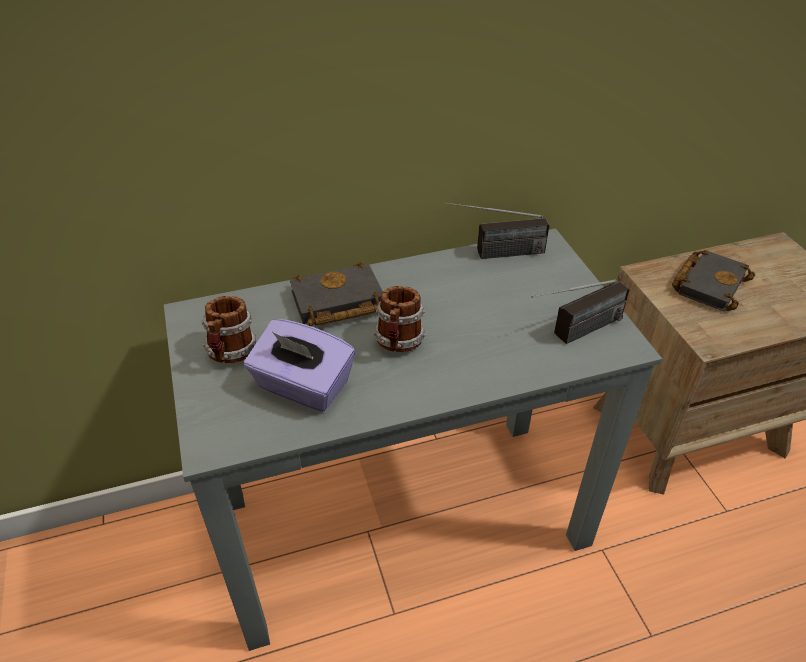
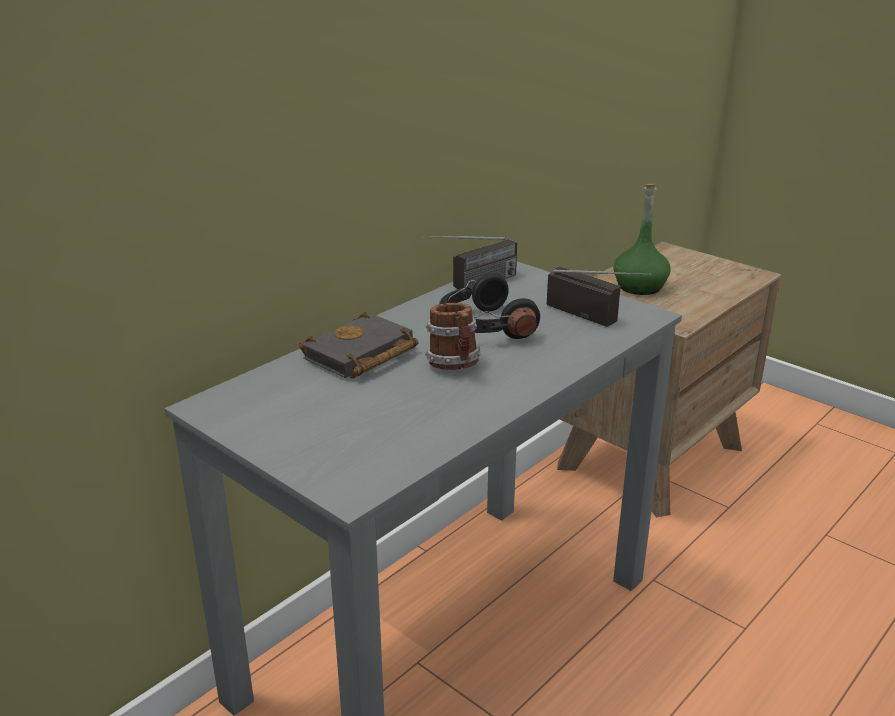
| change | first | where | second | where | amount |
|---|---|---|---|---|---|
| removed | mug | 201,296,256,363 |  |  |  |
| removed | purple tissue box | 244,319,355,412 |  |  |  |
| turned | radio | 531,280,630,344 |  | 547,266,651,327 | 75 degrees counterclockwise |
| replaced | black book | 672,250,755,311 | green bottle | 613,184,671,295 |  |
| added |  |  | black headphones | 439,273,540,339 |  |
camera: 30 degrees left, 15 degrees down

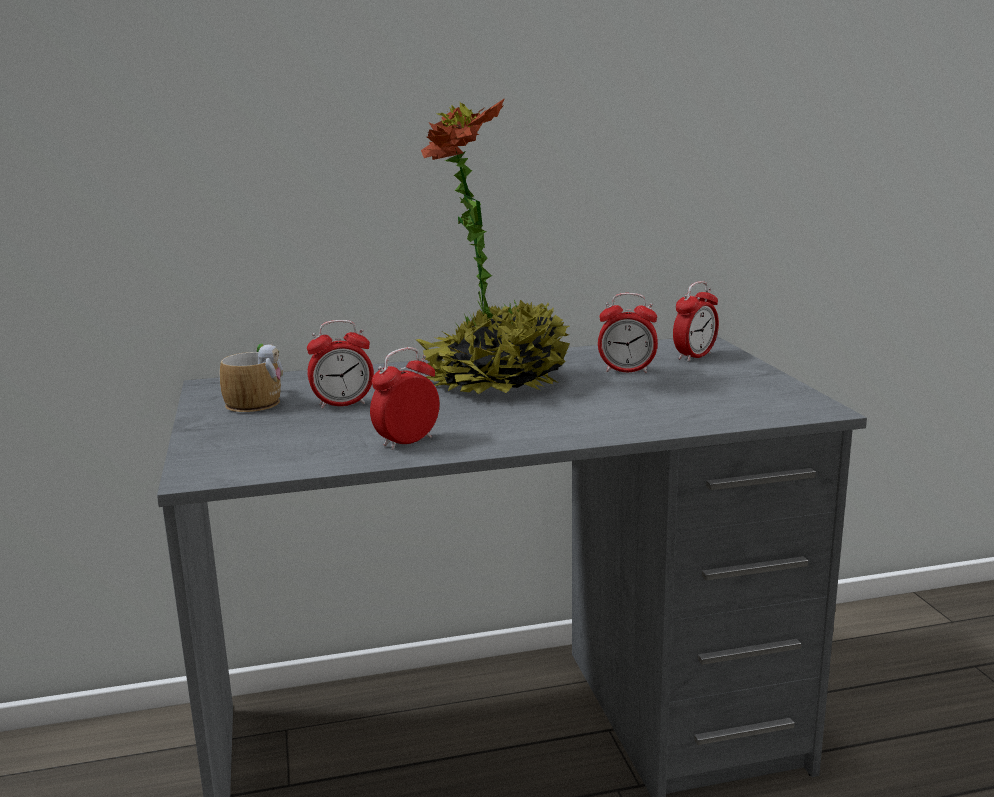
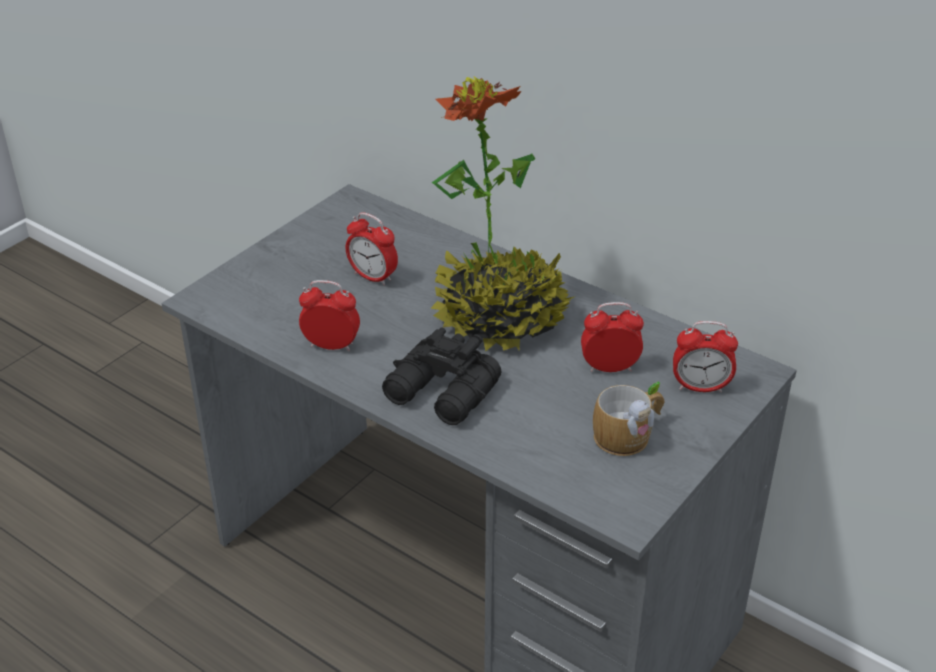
| change | first | where | second | where | amount |
|---|---|---|---|---|---|
| moved | mug | 220,342,283,412 |  | 593,382,665,456 |  |
| turned | alarm clock | 598,293,658,373 |  | 581,302,644,372 | 120 degrees clockwise |
| added |  |  | black binoculars | 382,328,501,425 |  |
camera: 50 degrees right, 20 degrees up

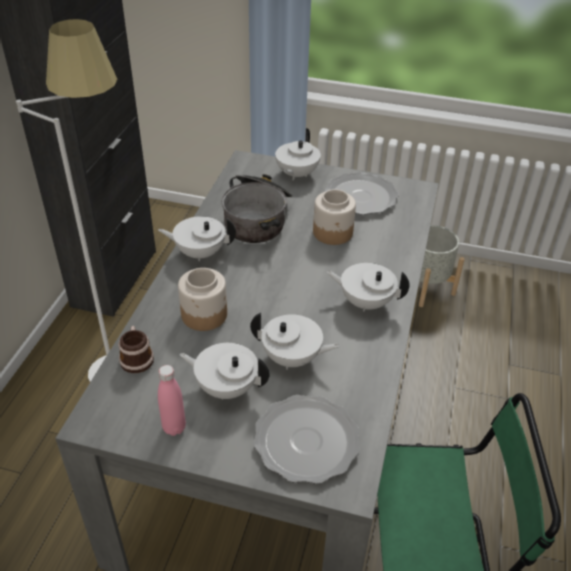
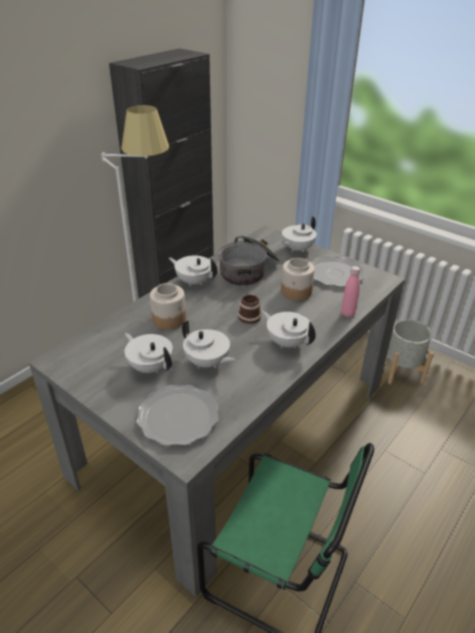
| change | first | where | second | where | amount |
|---|---|---|---|---|---|
| moved | mug | 118,326,154,373 |  | 238,294,261,324 |  |
| moved | pink bottle | 158,365,186,436 |  | 341,266,360,317 |  |
camera: 25 degrees right, 5 degrees down

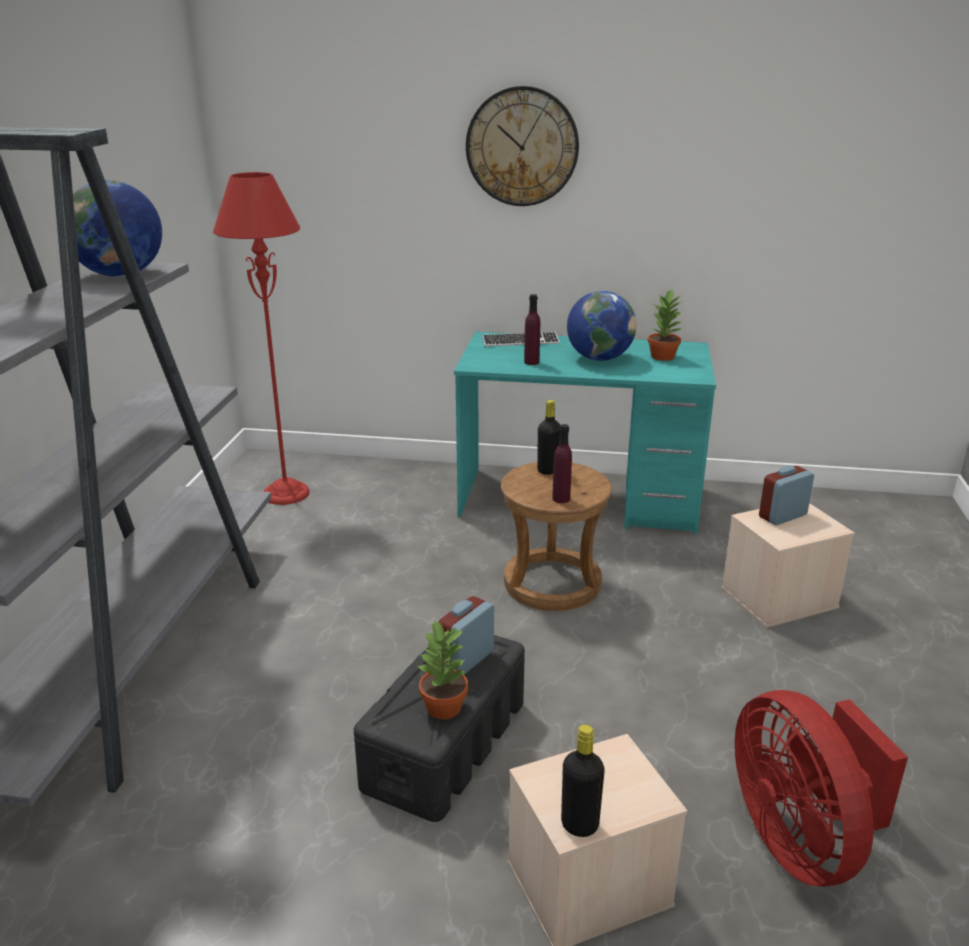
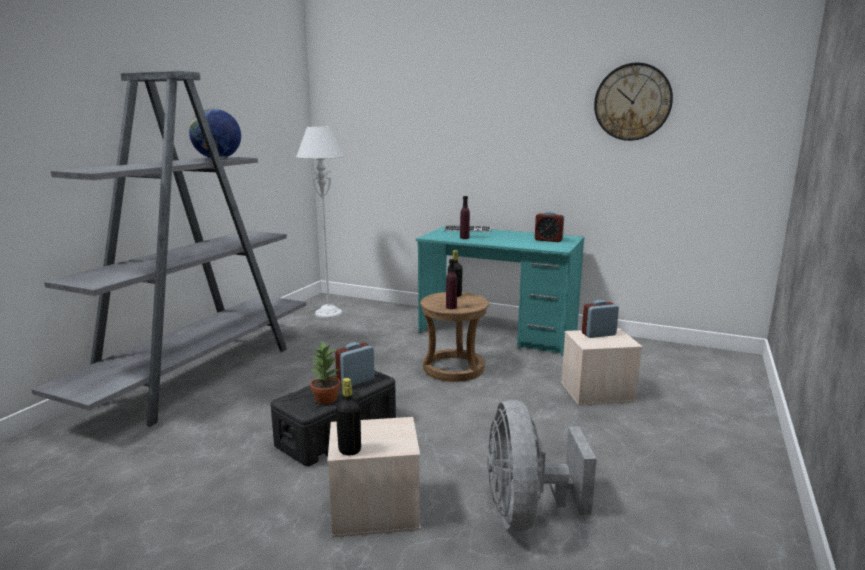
| change | first | where | second | where | amount |
|---|---|---|---|---|---|
| recoloured | red floor lamp | 213,172,310,505 | grey floor lamp | 296,127,344,318 |  |
| moved | wall clock | 466,86,579,206 |  | 594,63,673,141 |  |
| removed | globe | 567,291,636,361 |  |  |  |
| replaced | potted plant | 648,290,683,361 | alarm clock | 535,211,564,242 |  |
| recoloured | red fan | 735,690,908,886 | grey fan | 487,400,597,531 |  |
camera: 15 degrees right, 10 degrees down

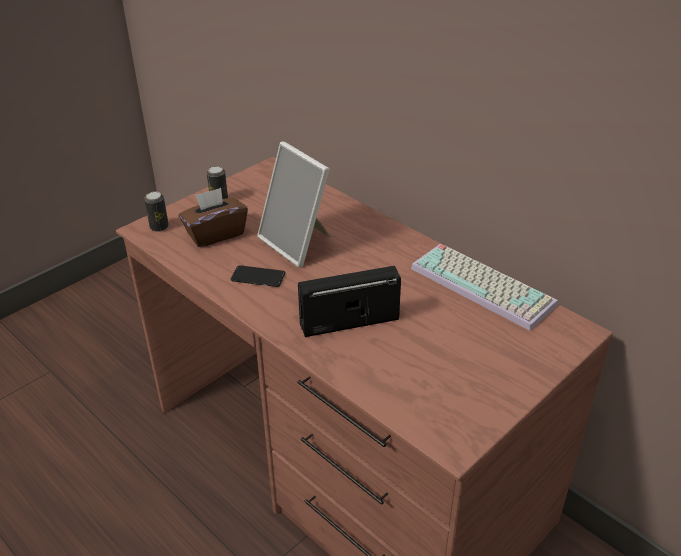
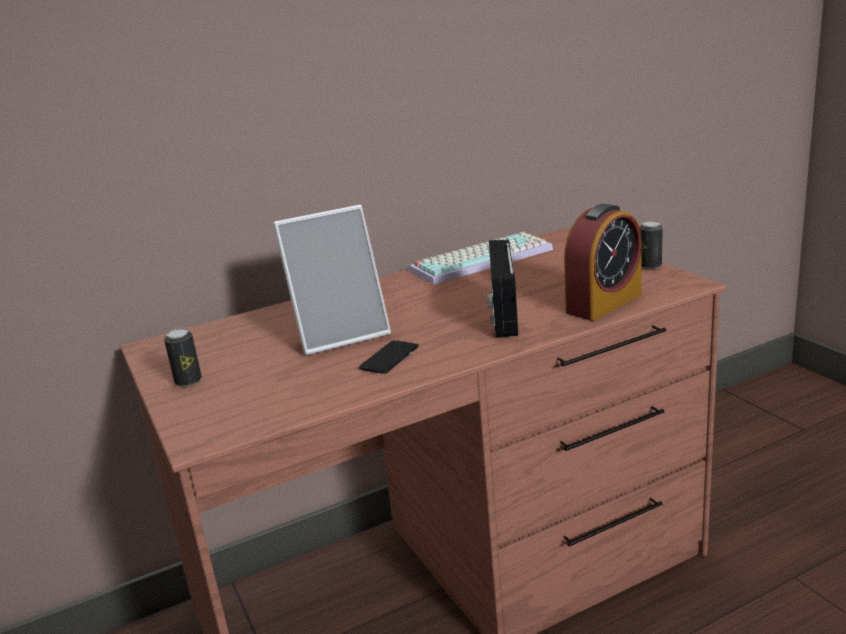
| change | first | where | second | where | amount |
|---|---|---|---|---|---|
| moved | can | 144,191,169,232 |  | 639,221,663,269 |  |
| removed | brown tissue box | 179,188,248,247 |  |  |  |
| added |  |  | alarm clock | 564,204,642,321 |  |
camera: 70 degrees left, 15 degrees down

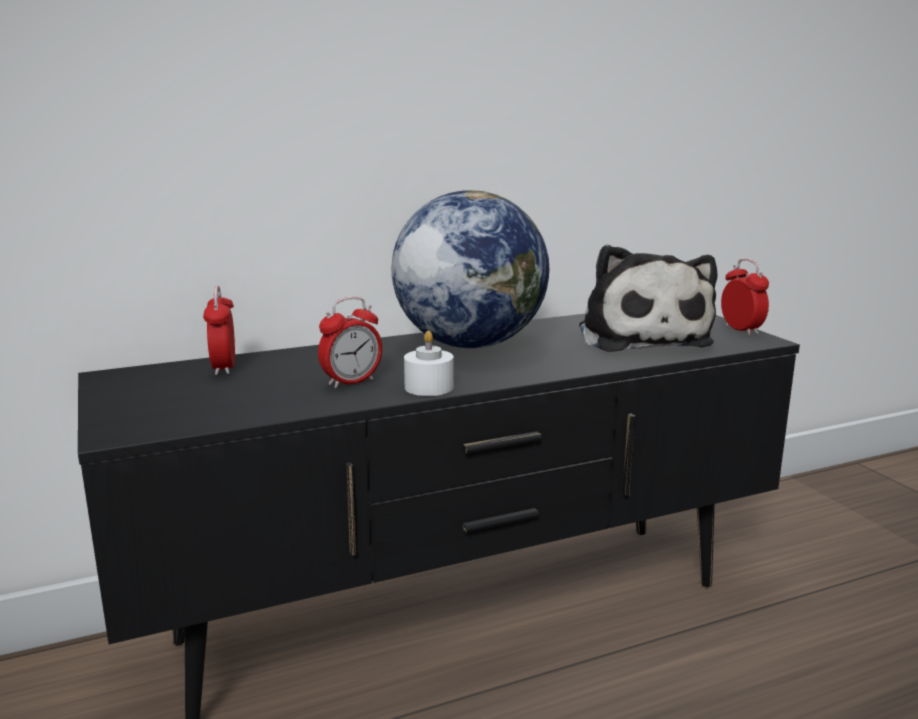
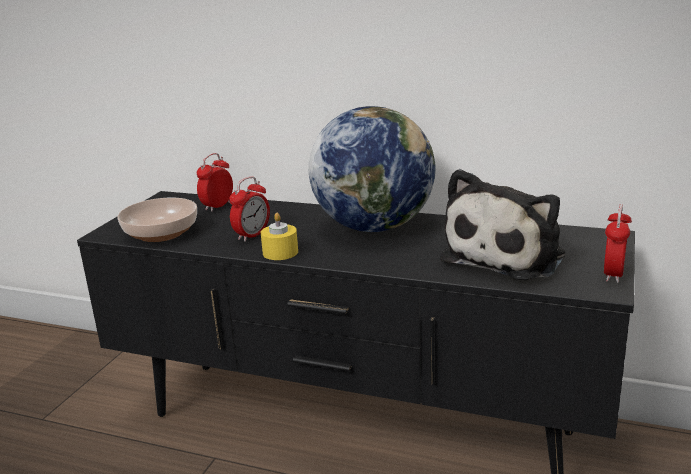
| change | first | where | second | where | amount |
|---|---|---|---|---|---|
| turned | alarm clock | 318,297,382,388 |  | 229,176,270,242 | 60 degrees counterclockwise |
| recoloured | white candle | 404,331,454,396 | yellow candle | 261,213,298,260 |  |
| added |  |  | bowl | 117,198,197,242 |  |
camera: 45 degrees right, 5 degrees up

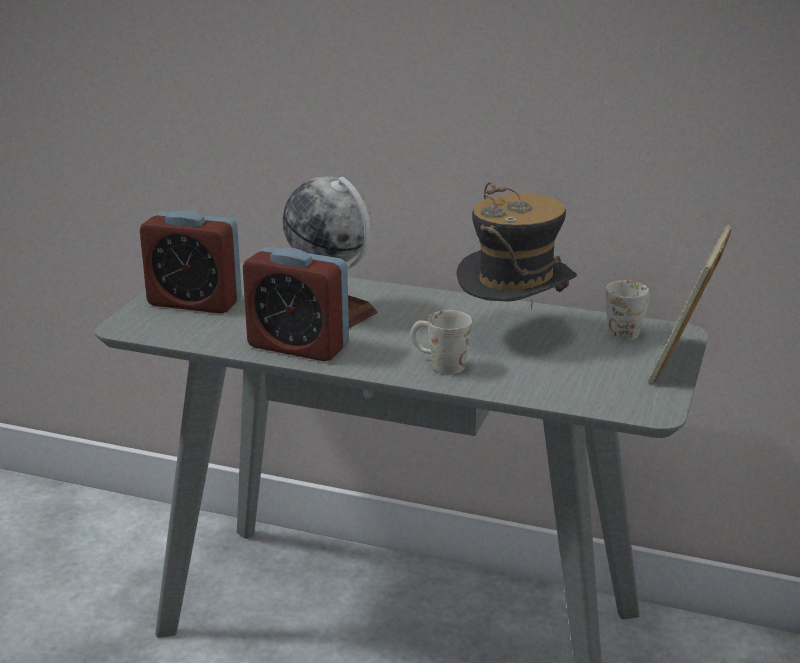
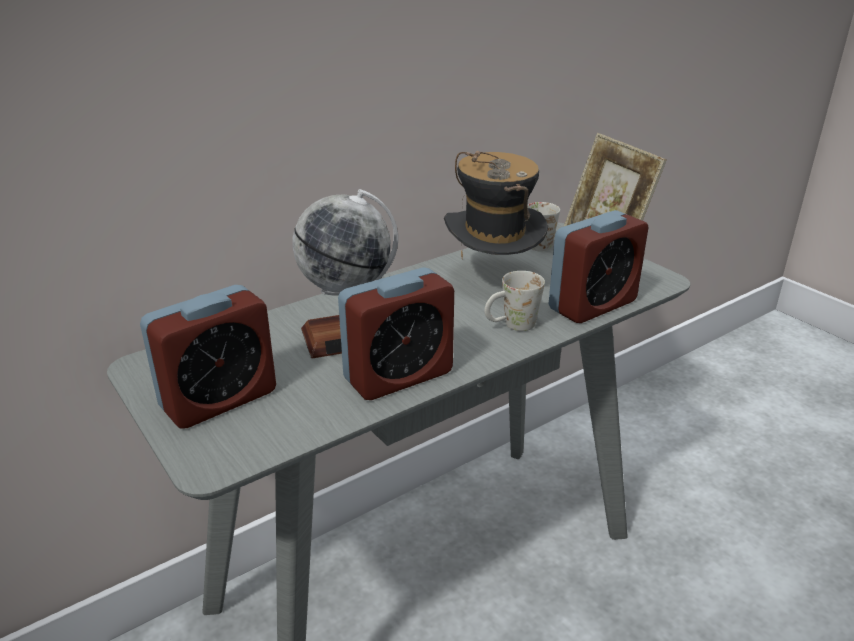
| change | first | where | second | where | amount |
|---|---|---|---|---|---|
| added |  |  | alarm clock | 549,210,649,323 |  |
camera: 55 degrees left, 5 degrees up

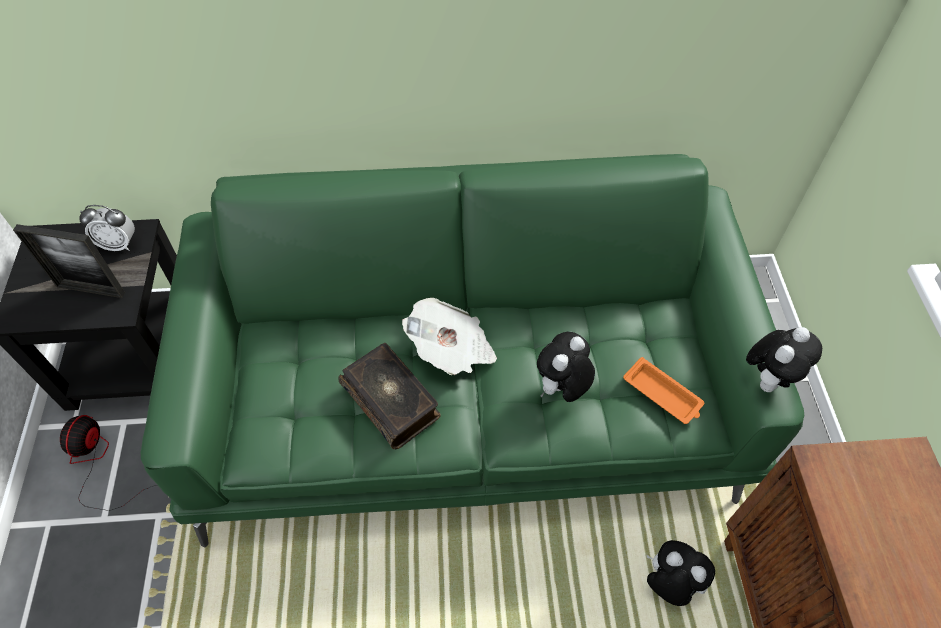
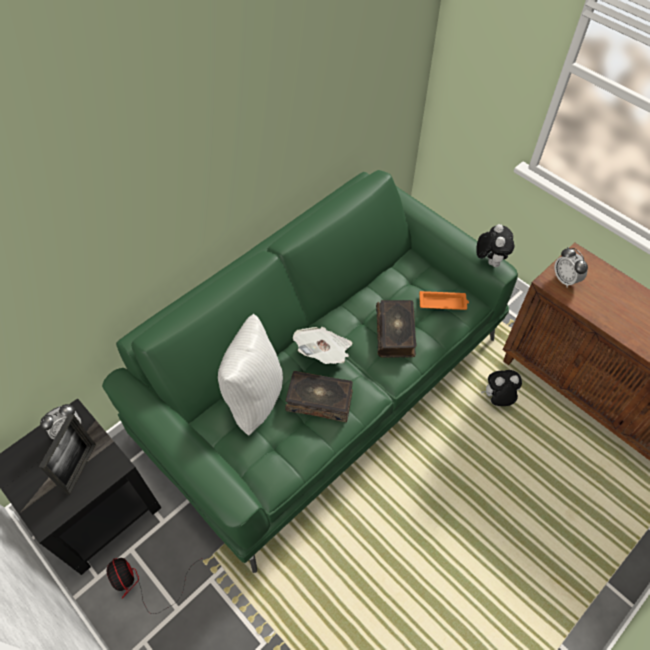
| change | first | where | second | where | amount |
|---|---|---|---|---|---|
| turned | picture frame | 13,224,125,298 |  | 39,414,96,495 | 45 degrees counterclockwise |
| replaced | plush toy | 537,332,595,402 | book | 376,300,417,358 |  |
| added |  |  | white pillow | 218,314,283,436 |  |
| added |  |  | alarm clock | 554,247,588,288 |  |
camera: 40 degrees left, 0 degrees up

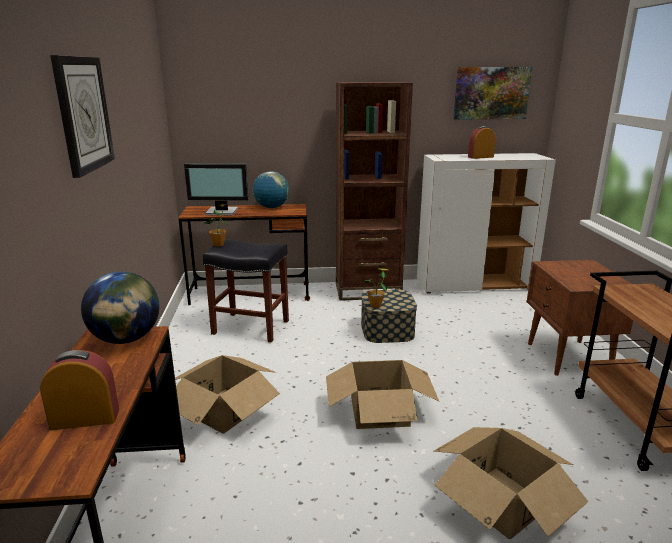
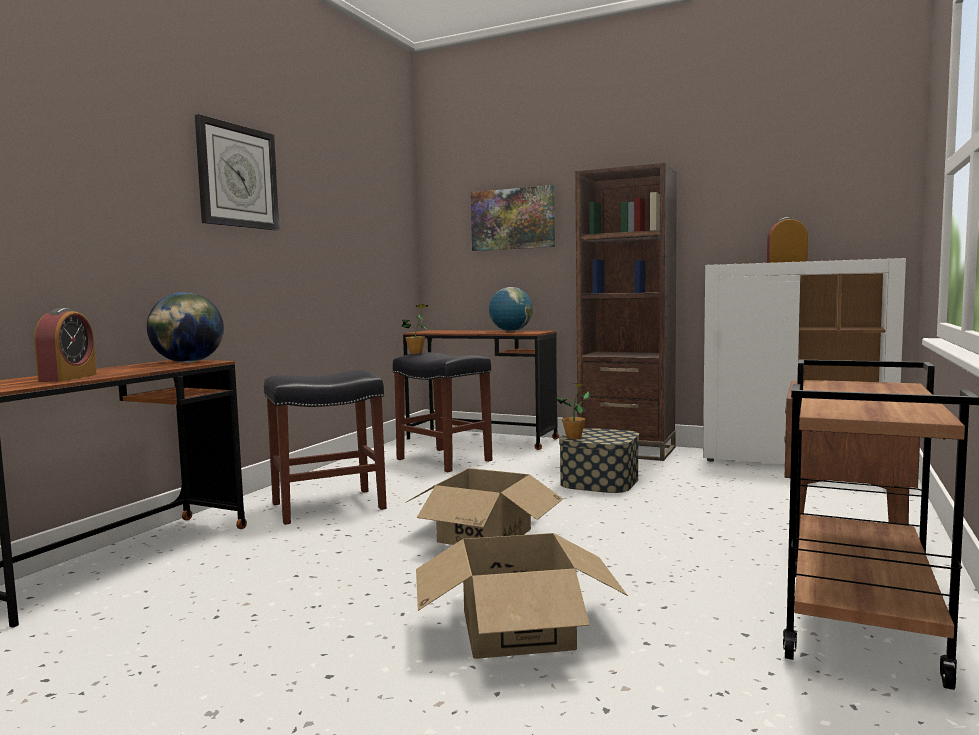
| change | first | where | second | where | amount |
|---|---|---|---|---|---|
| turned | alarm clock | 40,350,119,431 |  | 34,308,97,382 | 75 degrees clockwise |
| replaced | cardboard box | 175,355,280,434 | black stool | 264,370,387,525 |  |
| removed | monitor | 184,163,248,215 |  |  |  |
| moved | picture | 453,67,532,120 |  | 471,185,555,251 |  |
camera: 30 degrees right, 15 degrees down

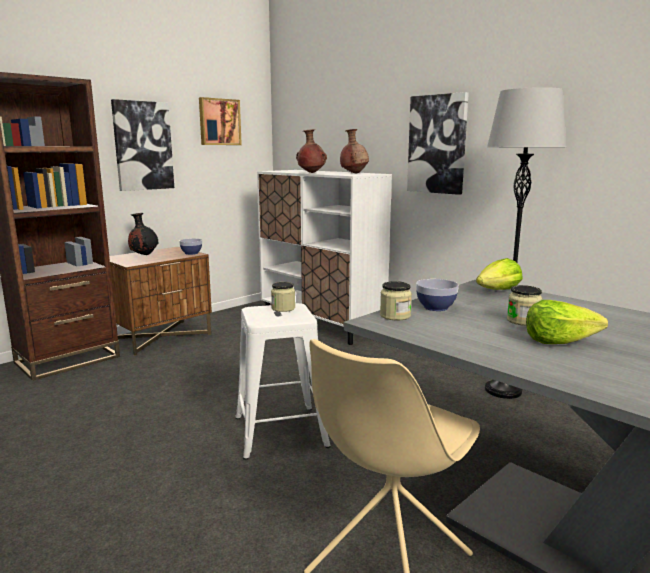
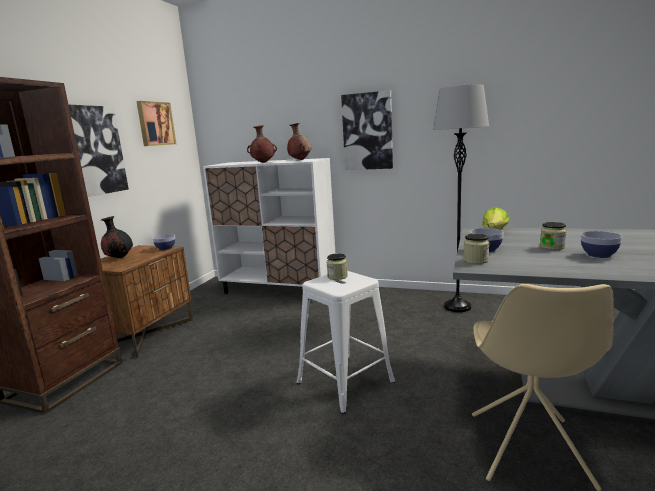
| change | first | where | second | where | amount |
|---|---|---|---|---|---|
| replaced | lettuce | 526,300,608,344 | bowl | 581,231,622,258 |  |
camera: 25 degrees left, 0 degrees up

